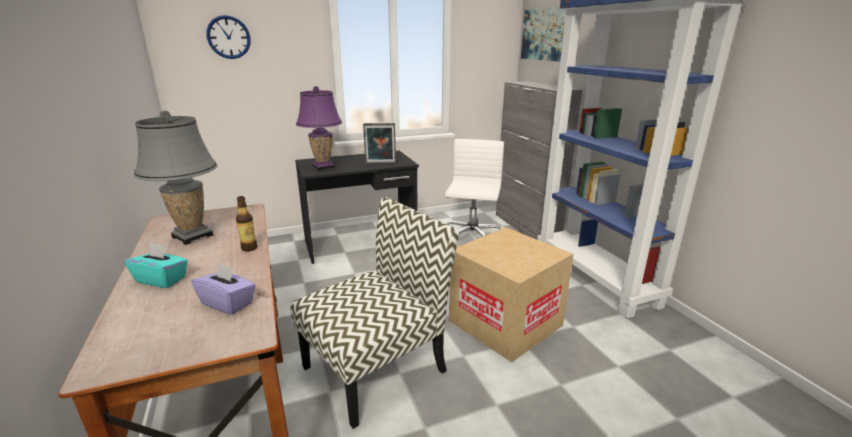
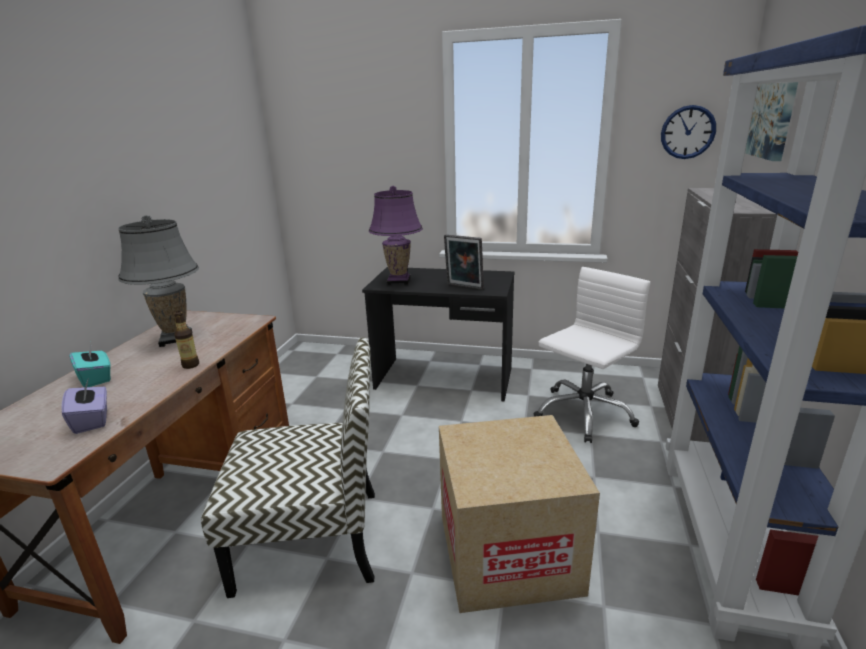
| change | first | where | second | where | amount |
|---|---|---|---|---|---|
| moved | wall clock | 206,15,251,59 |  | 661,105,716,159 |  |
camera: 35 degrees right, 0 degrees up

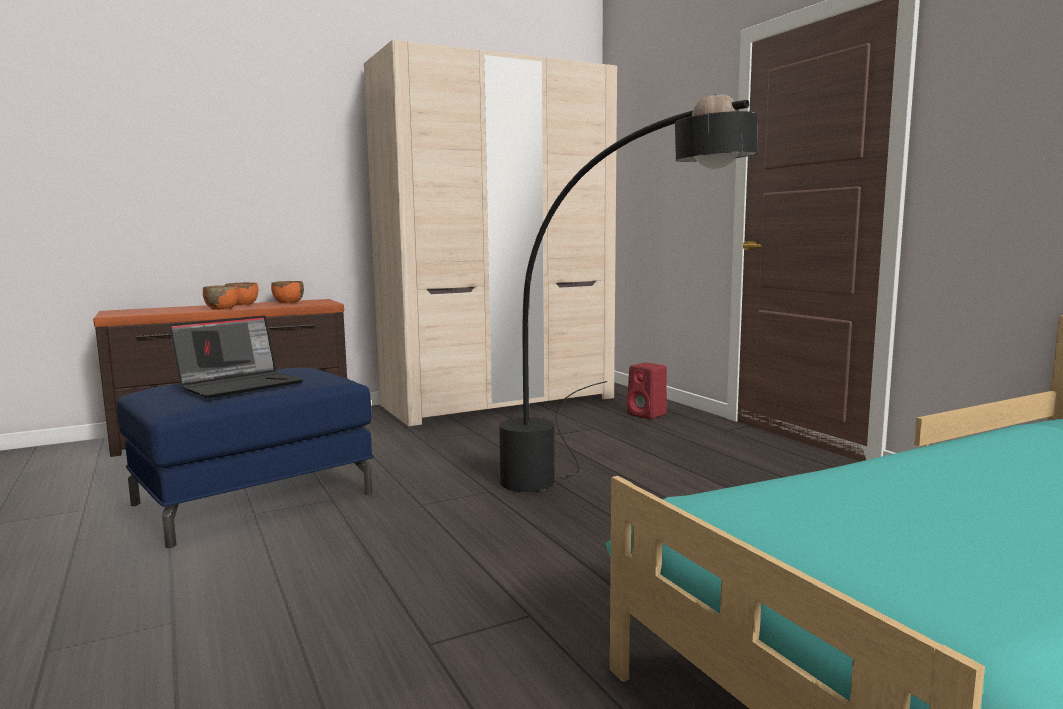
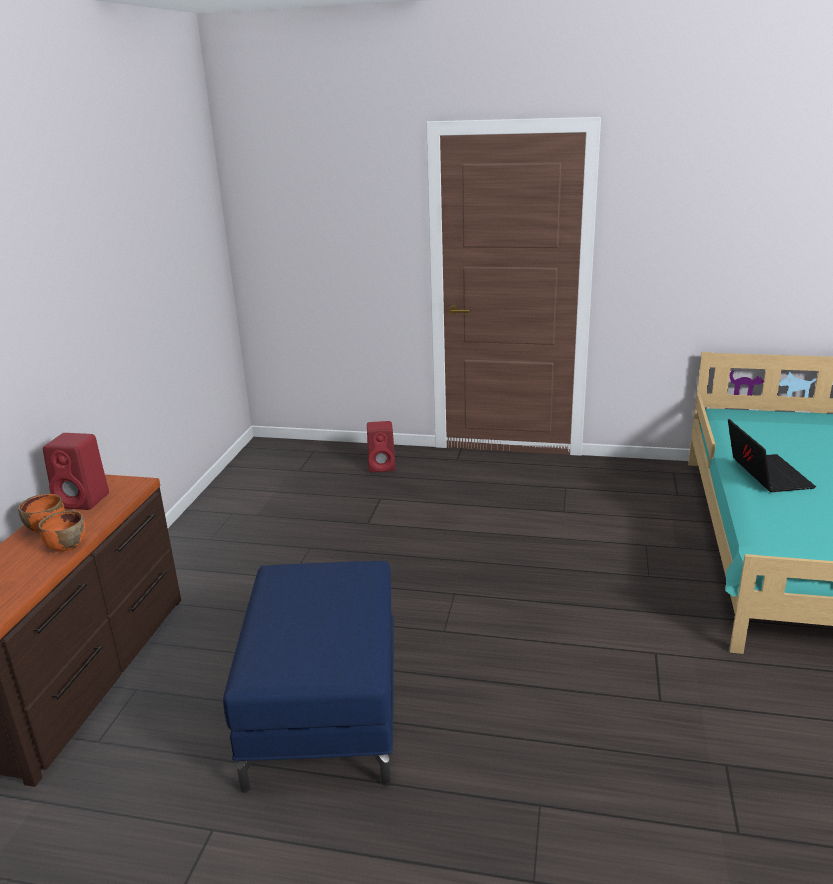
| change | first | where | second | where | amount |
|---|---|---|---|---|---|
| moved | laptop | 169,315,303,398 |  | 728,419,816,492 |  |
| replaced | orange bowl | 271,281,304,304 | red speaker | 43,433,109,510 |  |
| removed | beige wardrobe | 364,40,617,427 |  |  |  |
| removed | black floor lamp | 499,94,758,492 |  |  |  |
camera: 50 degrees left, 15 degrees up

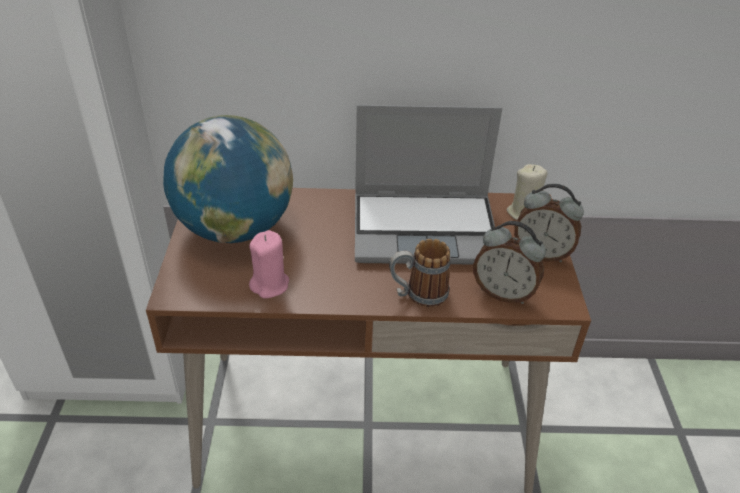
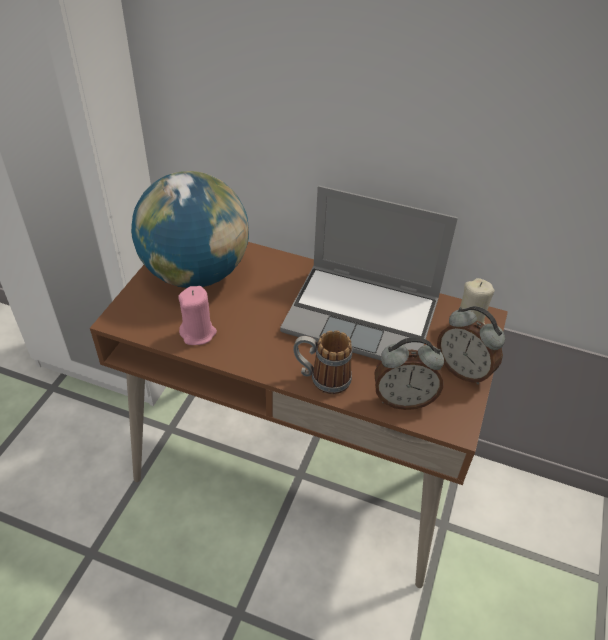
| change | first | where | second | where | amount |
|---|---|---|---|---|---|
| turned | alarm clock | 473,221,546,304 |  | 374,337,444,410 | 45 degrees counterclockwise |
camera: 20 degrees right, 5 degrees up

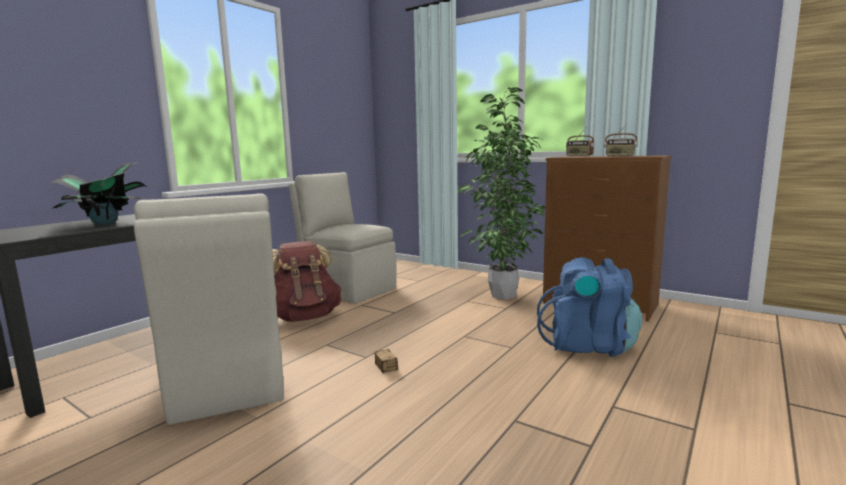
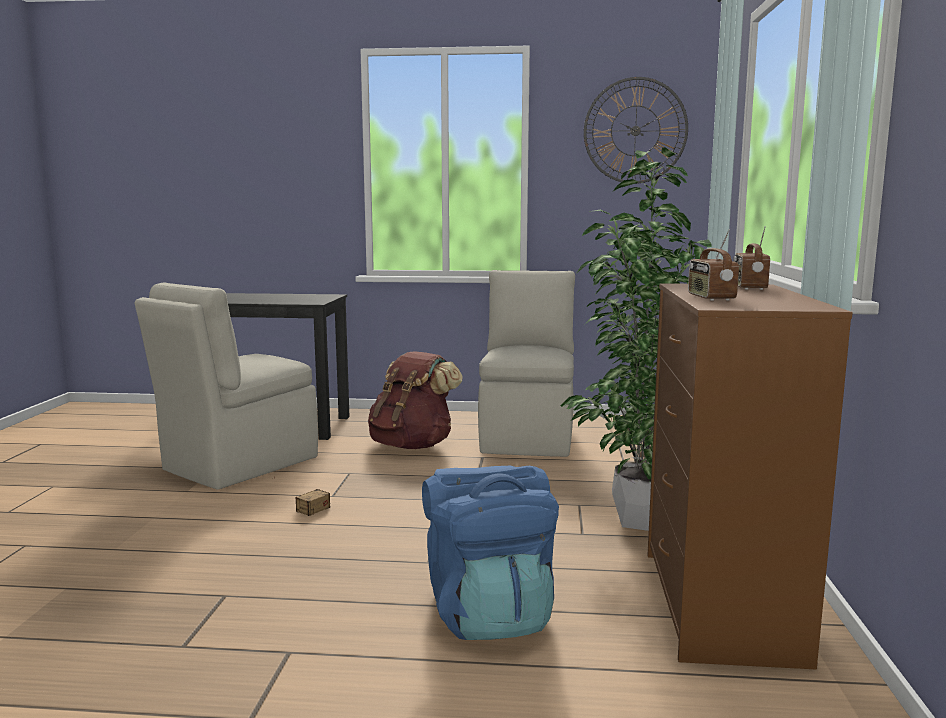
| change | first | where | second | where | amount |
|---|---|---|---|---|---|
| removed | potted plant | 50,162,147,225 |  |  |  |
| added |  |  | wall clock | 584,77,688,184 |  |
camera: 60 degrees right, 0 degrees up

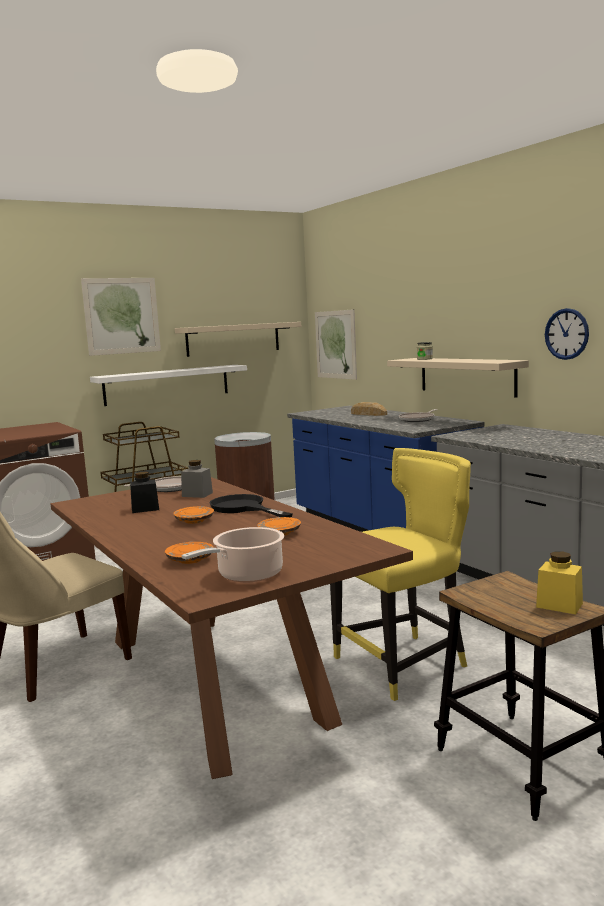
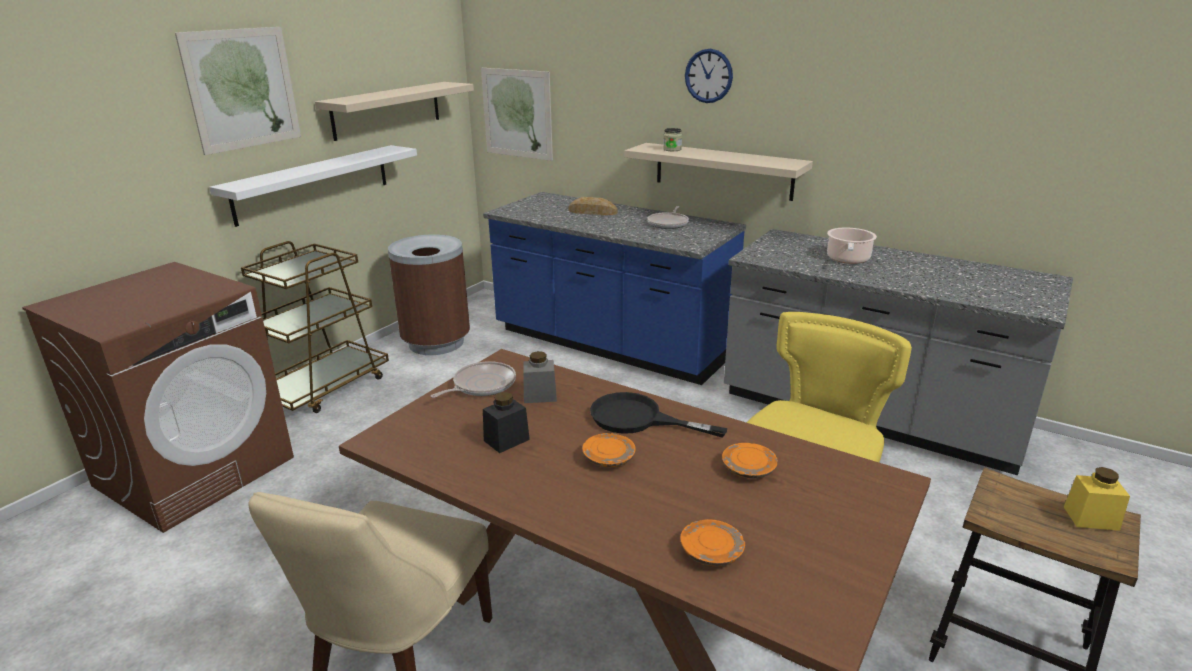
| change | first | where | second | where | amount |
|---|---|---|---|---|---|
| moved | cooking pot | 182,527,284,582 |  | 827,228,877,264 |  |
| moved | wall clock | 545,308,589,360 |  | 685,49,733,103 |  |
camera: 25 degrees left, 15 degrees up

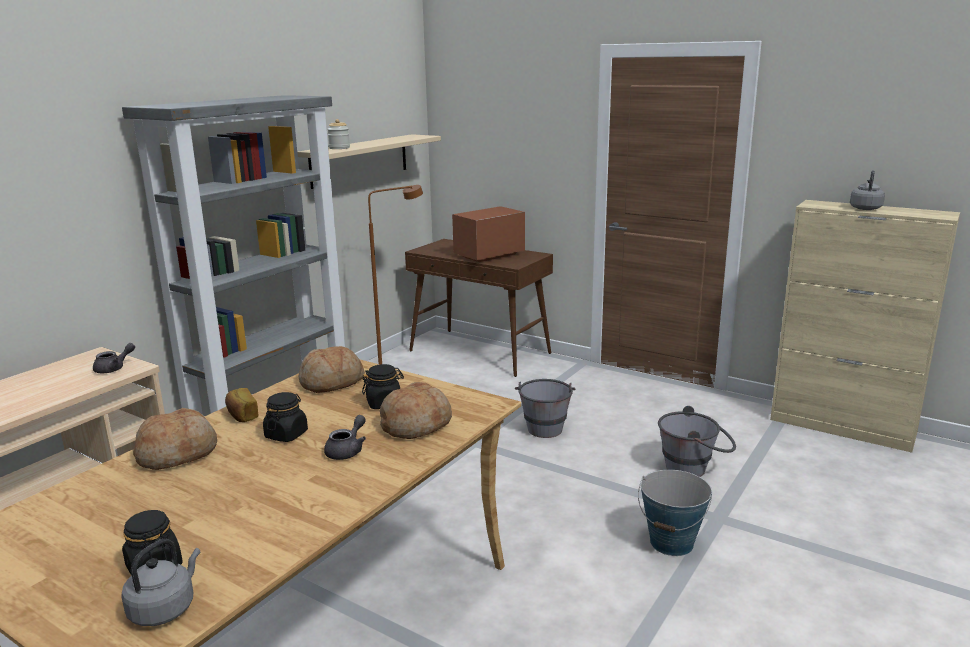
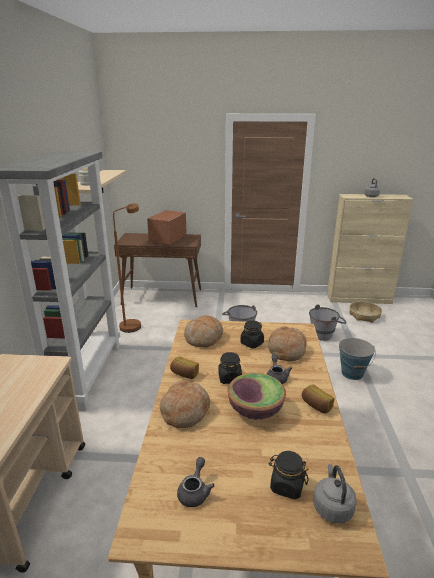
| change | first | where | second | where | amount |
|---|---|---|---|---|---|
| moved | grey teapot | 93,343,135,373 |  | 177,457,215,507 |  |
| added |  |  | bowl | 227,373,286,420 |  |
| added |  |  | bread | 302,384,334,414 |  |
| added |  |  | basket | 350,301,382,323 |  |
camera: 30 degrees left, 5 degrees up

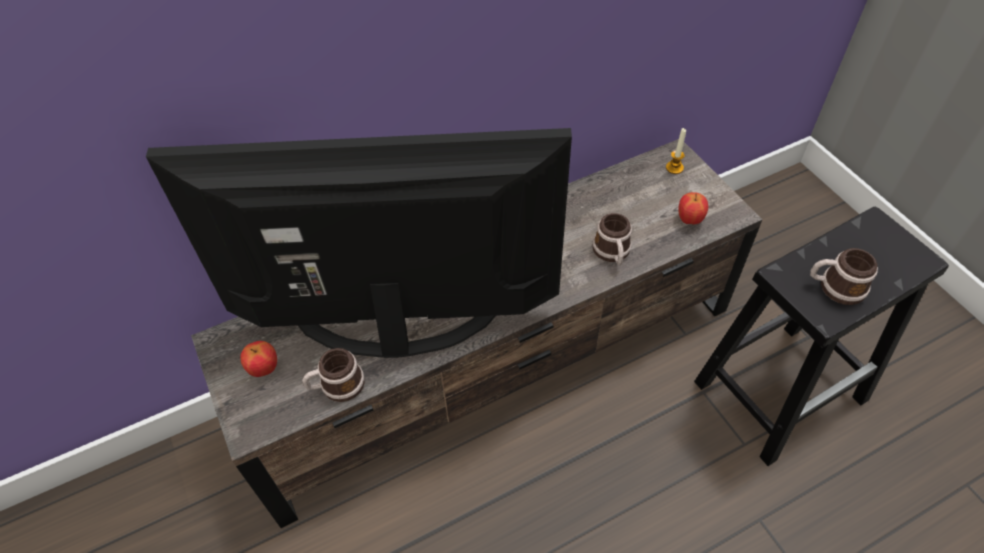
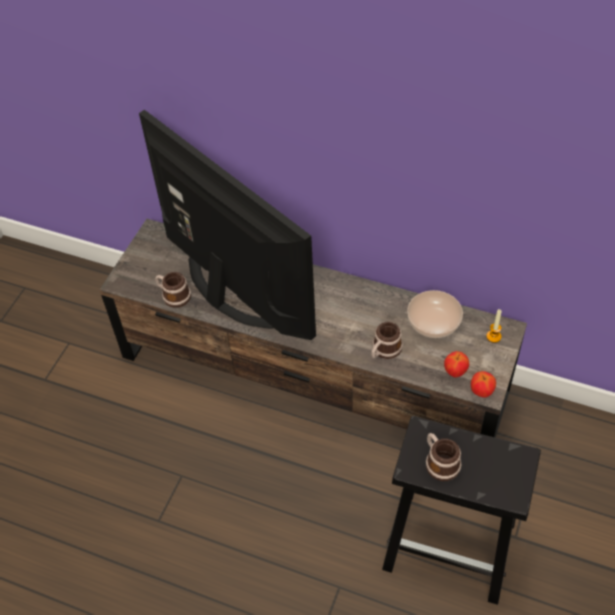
| change | first | where | second | where | amount |
|---|---|---|---|---|---|
| moved | apple | 240,341,277,377 |  | 471,371,496,398 |  |
| added |  |  | bowl | 407,290,463,338 |  |
camera: 50 degrees right, 0 degrees up

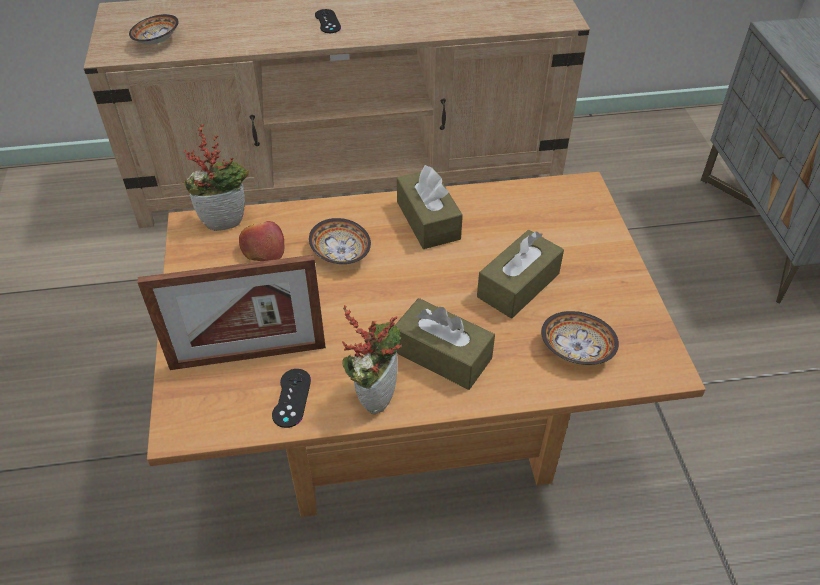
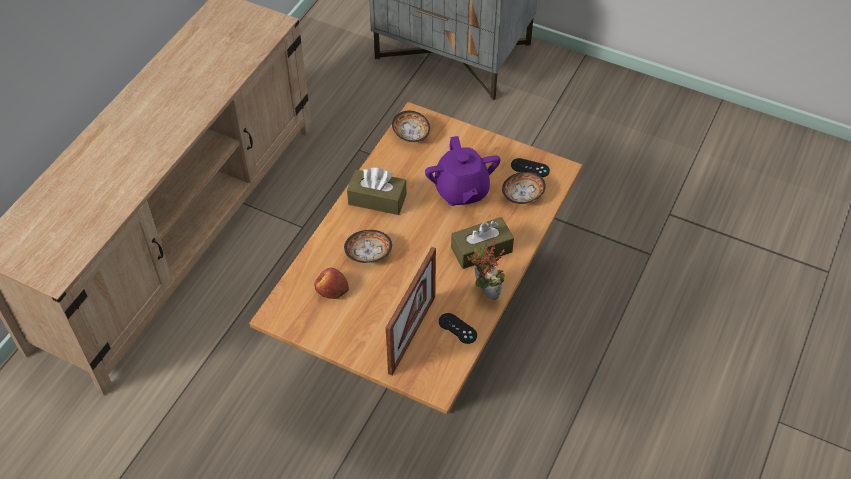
| change | first | where | second | where | amount |
|---|---|---|---|---|---|
| moved | bowl | 129,14,179,45 |  | 392,111,430,142 |  |
| removed | potted plant | 183,124,249,231 |  |  |  |
| moved | black game controller | 315,9,341,33 |  | 511,158,550,177 |  |
| replaced | brown tissue box | 477,230,564,319 | purple teapot | 425,136,501,206 |  |
camera: 55 degrees left, 5 degrees up

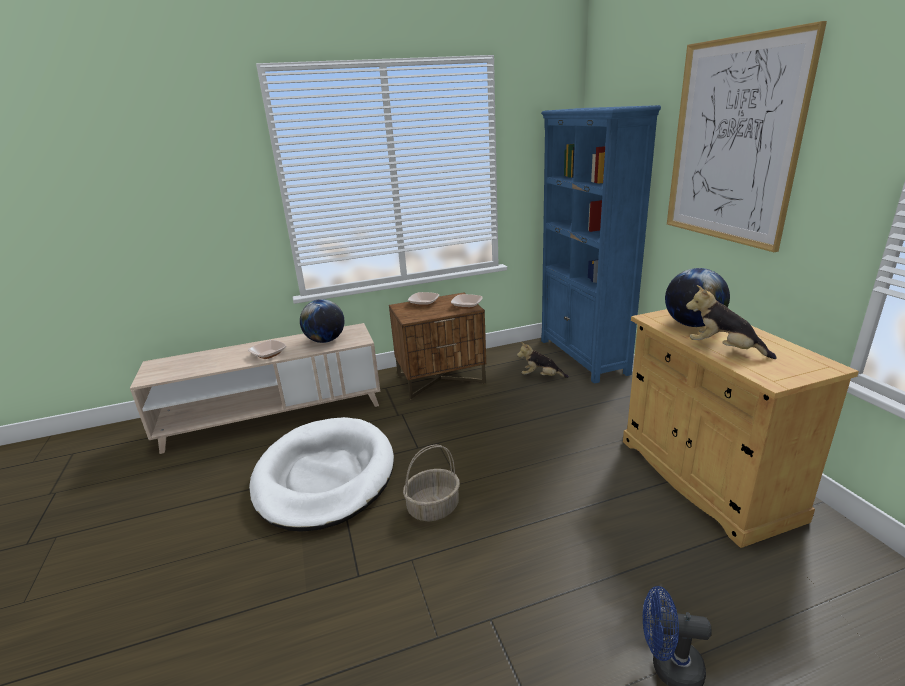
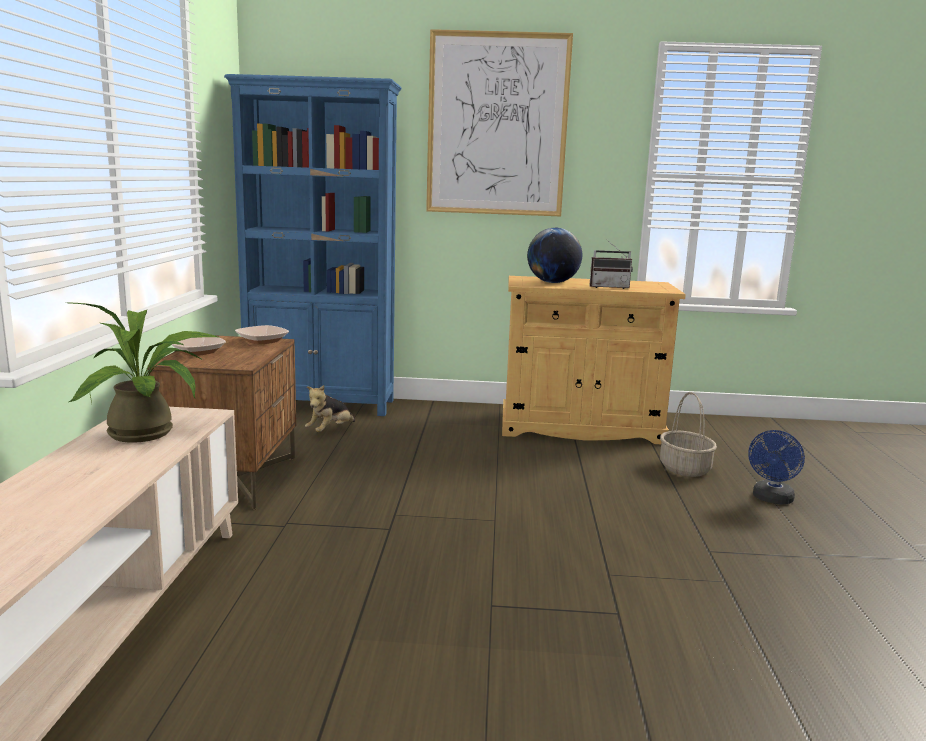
| change | first | where | second | where | amount |
|---|---|---|---|---|---|
| removed | bowl | 248,340,286,359 |  |  |  |
| removed | white dog bed | 249,417,394,531 |  |  |  |
| replaced | globe | 300,299,344,343 | potted plant | 68,302,221,443 |  |
| moved | basket | 403,445,460,521 |  | 660,392,717,477 |  |
| replaced | plush toy | 686,285,776,359 | radio | 589,239,633,289 |  |
camera: 70 degrees left, 10 degrees down

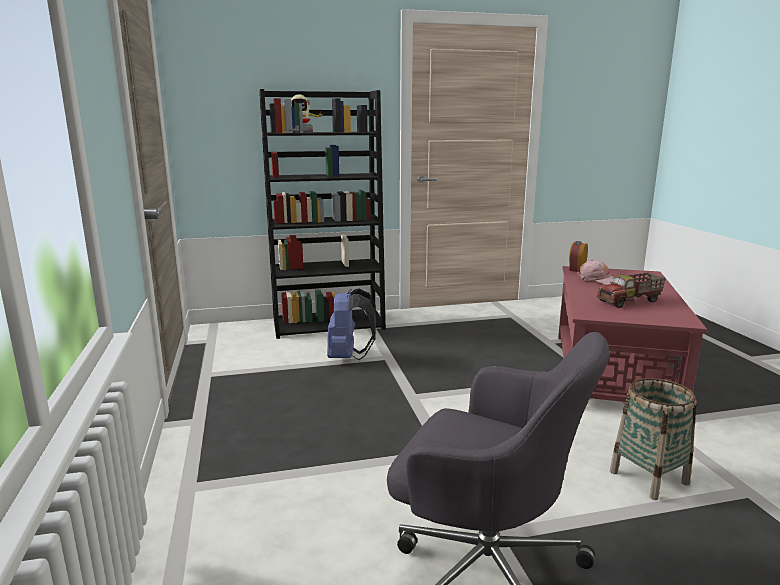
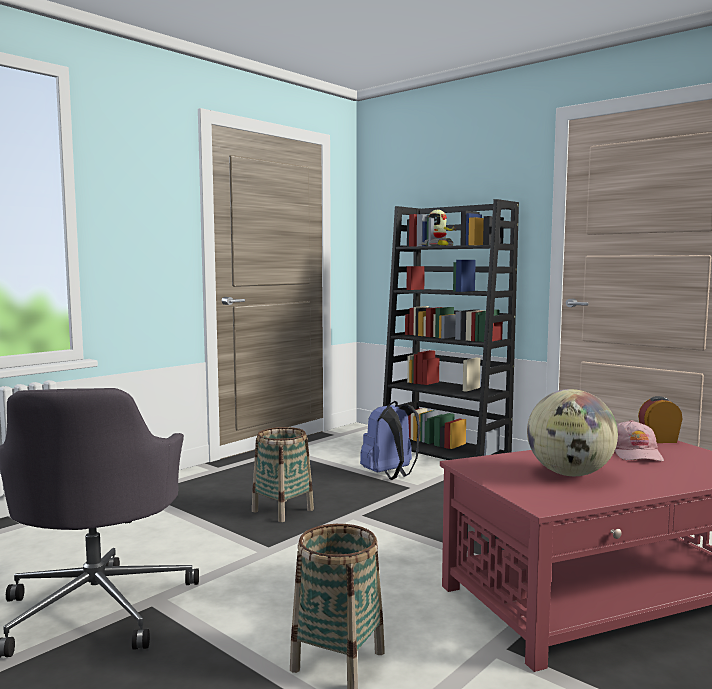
| change | first | where | second | where | amount |
|---|---|---|---|---|---|
| replaced | toy truck | 597,273,666,308 | globe | 527,389,618,476 |  |
| added |  |  | basket | 252,427,314,522 |  |
camera: 55 degrees right, 10 degrees down

